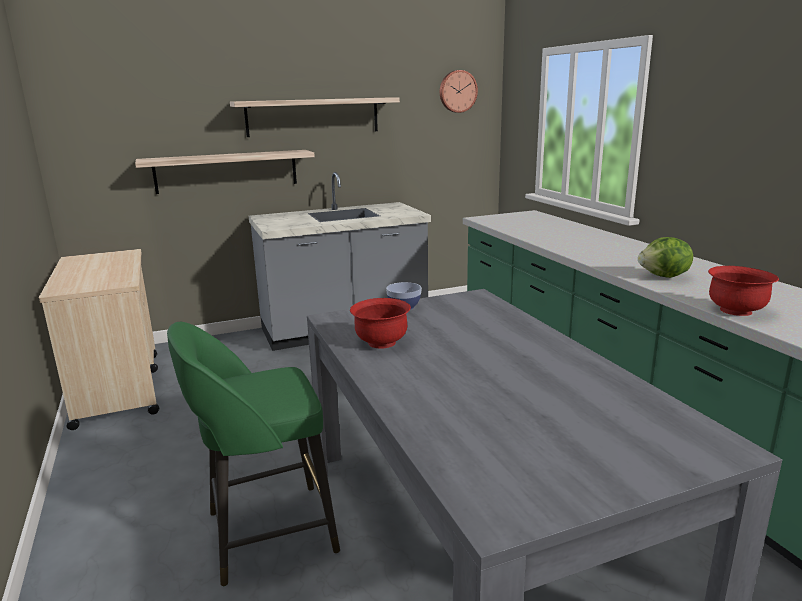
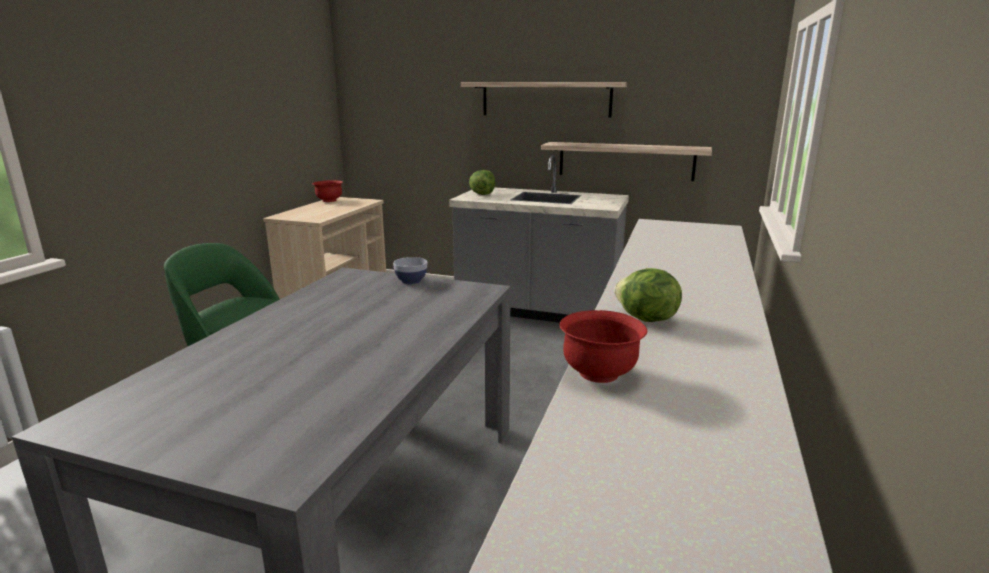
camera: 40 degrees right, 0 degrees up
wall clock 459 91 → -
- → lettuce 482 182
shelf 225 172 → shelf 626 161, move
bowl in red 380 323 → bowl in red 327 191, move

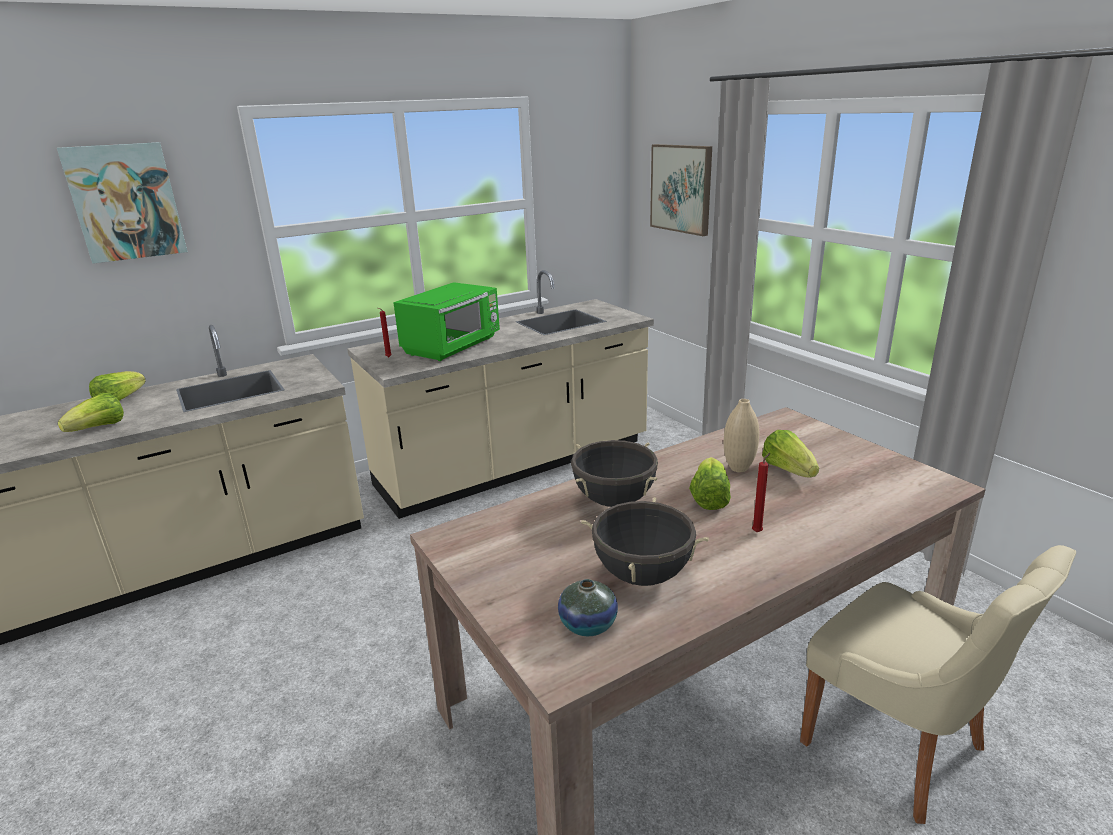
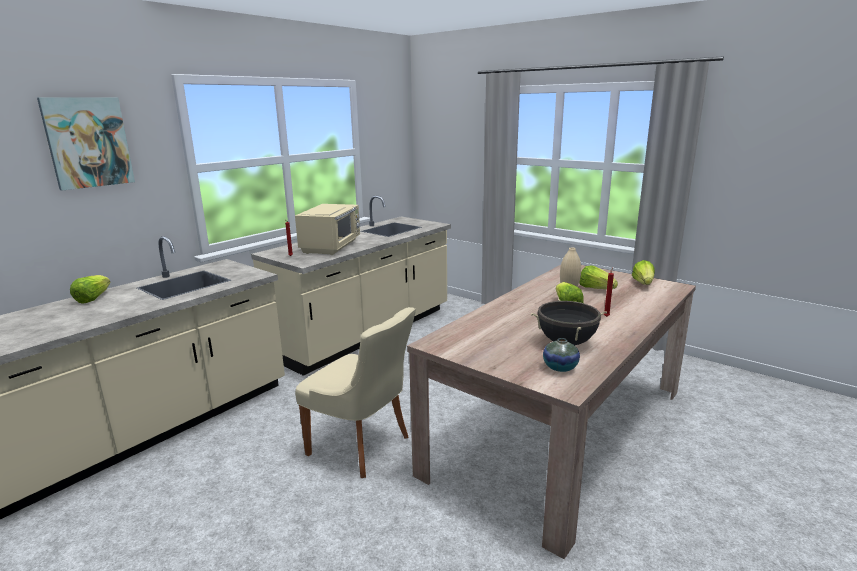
camera: 20 degrees left, 5 degrees down
cooking pot in black 614 473 → -
picture 681 190 → -
lettuce 91 412 → lettuce 643 272, move
chair in beige 938 684 → chair in beige 355 392, move
microwave in green 446 321 → microwave in beige 327 229

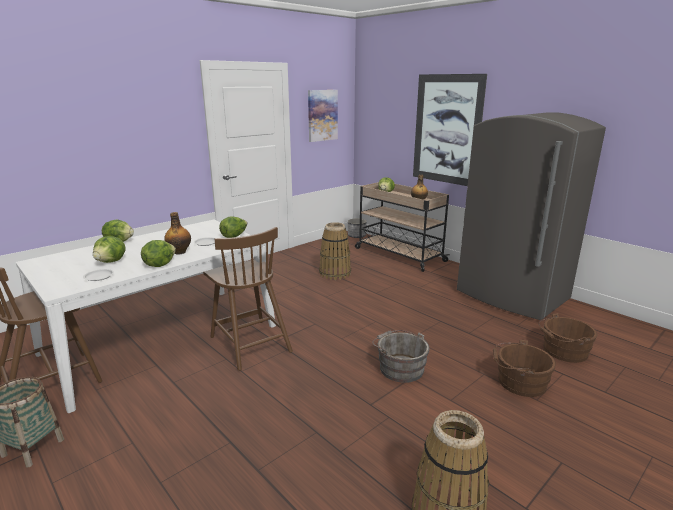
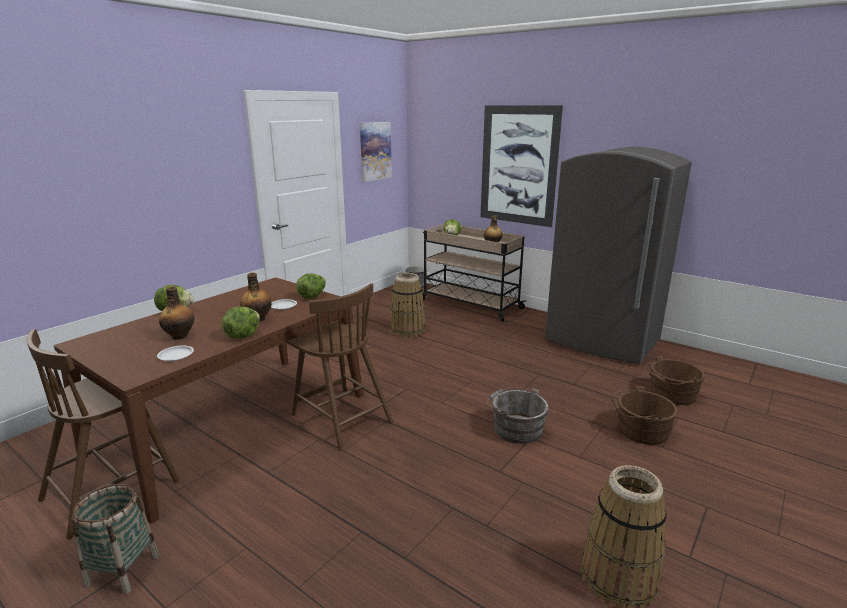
camera: 10 degrees left, 0 degrees up
lettuce 109 249 → bottle 176 313
dining table in white 146 316 → dining table in brown 208 400

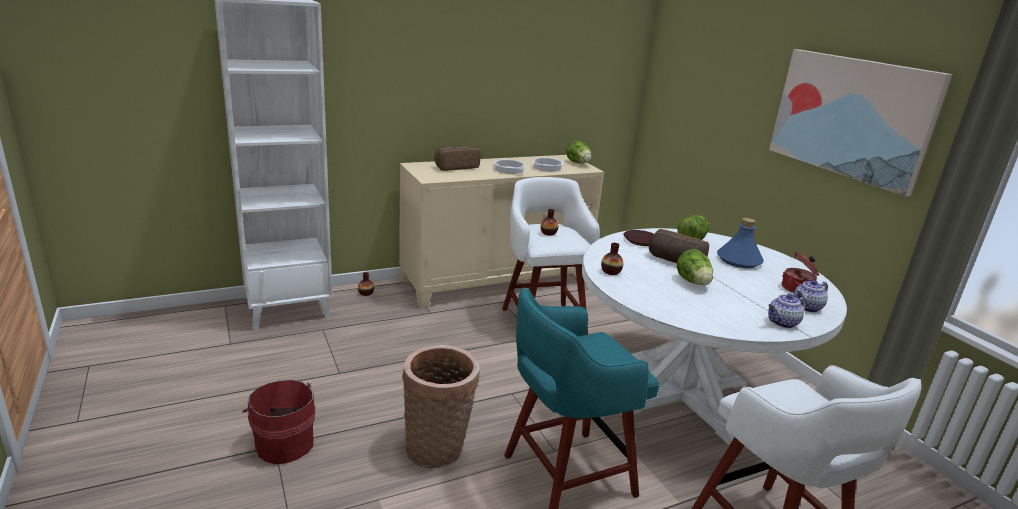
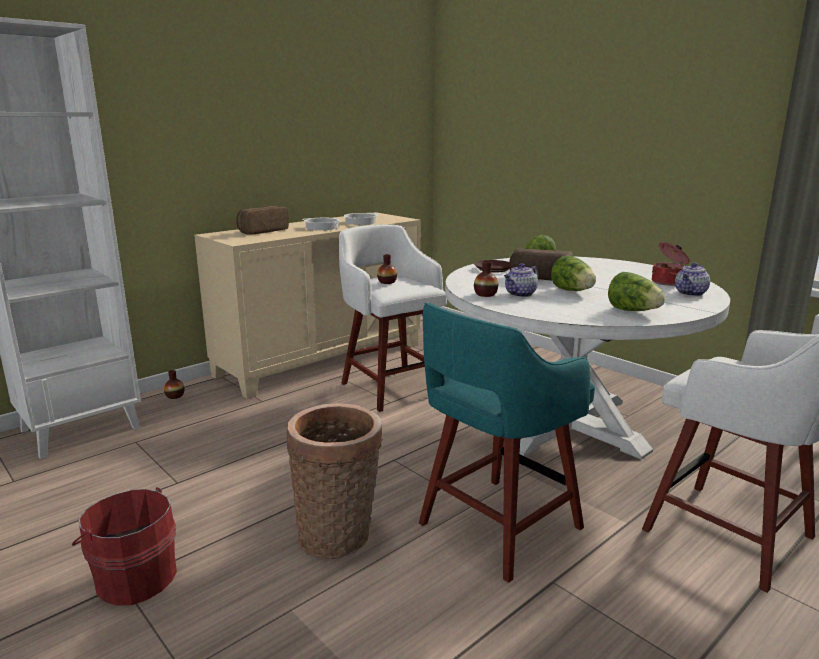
camera: 15 degrees left, 5 degrees down
bottle in blue 740 243 → -
picture 860 122 → -
lettuce 579 151 → lettuce 636 291, move
teapot 787 311 → teapot 521 280, move

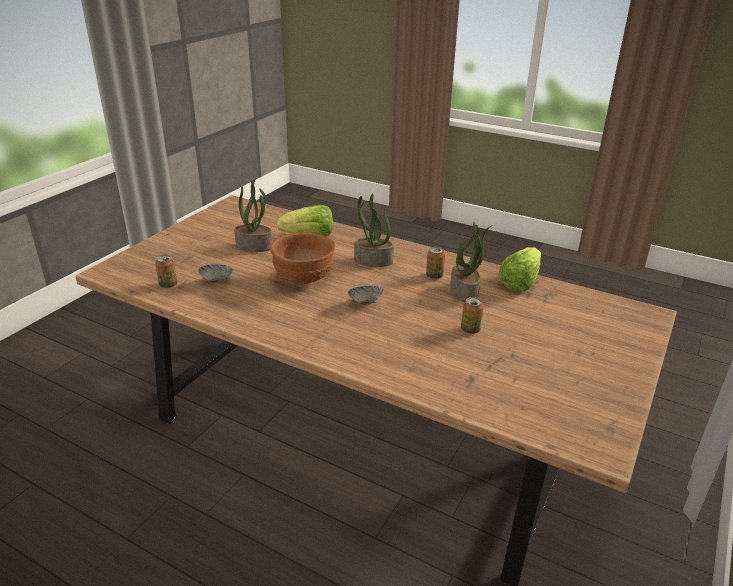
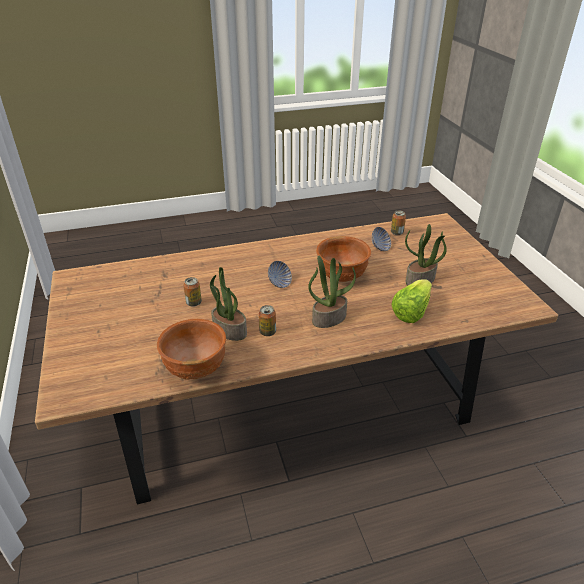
camera: 135 degrees right, 5 degrees up
lettuce 520 269 → bowl in brown 191 349

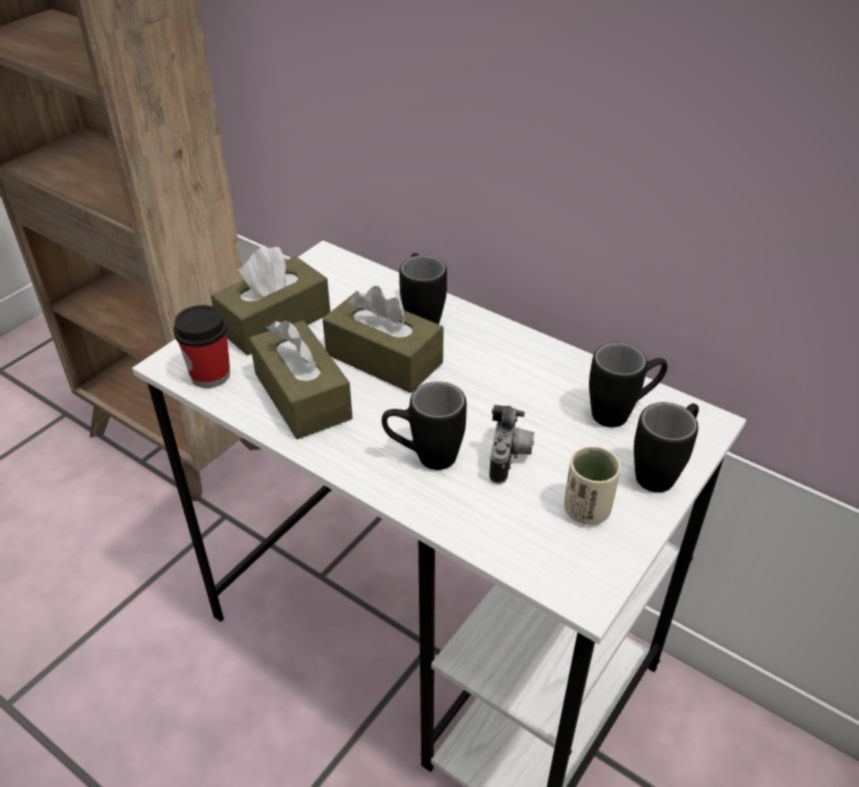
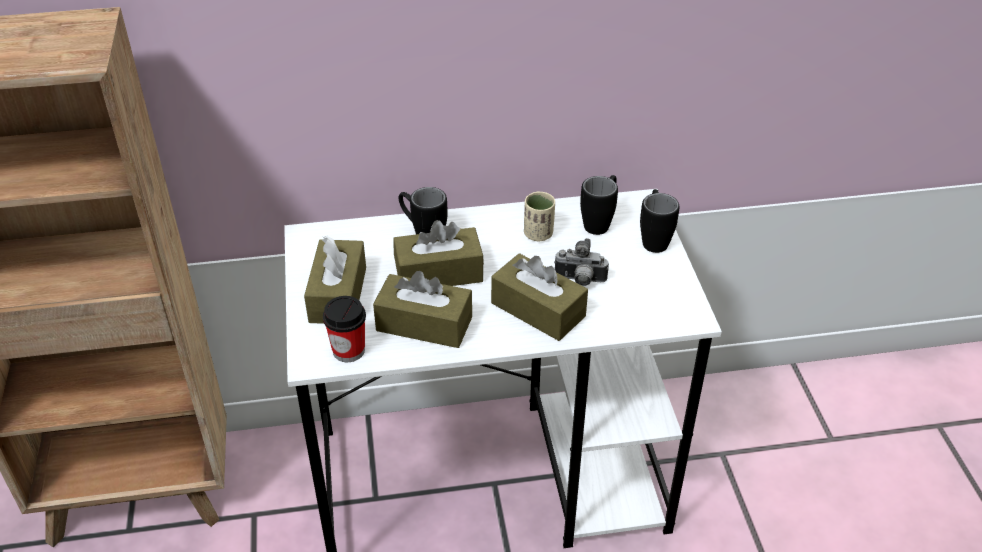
camera: 45 degrees left, 0 degrees up
cup in beige 592 485 → cup in beige 539 216, move
mug in black 424 426 → tissue box in brown 539 297
photo camera 511 444 → photo camera 581 262, 135 degrees clockwise

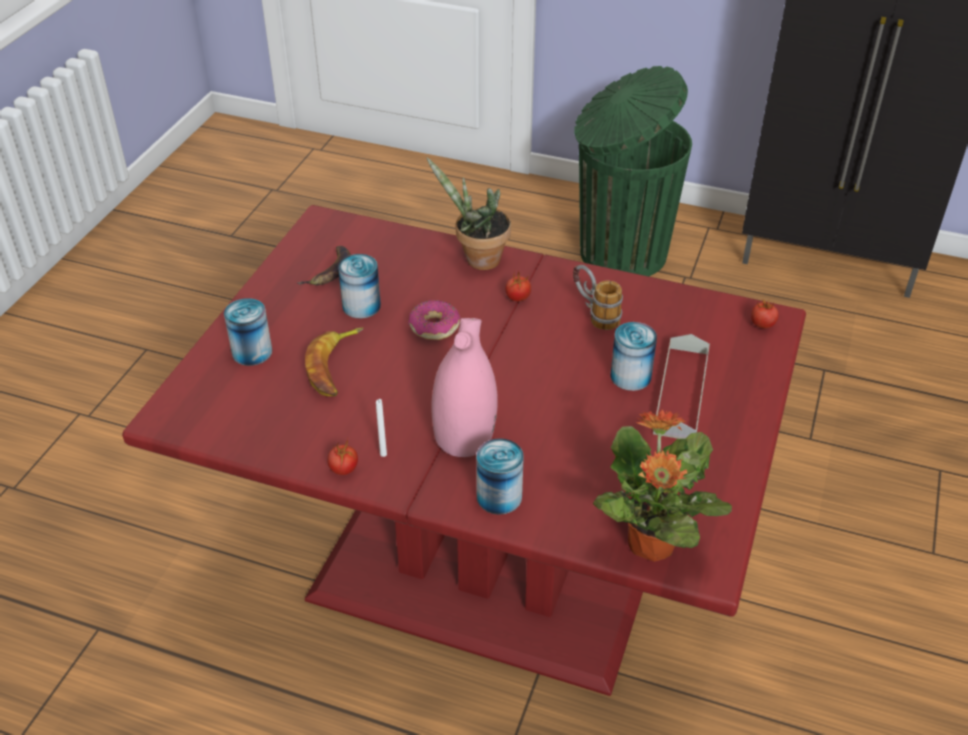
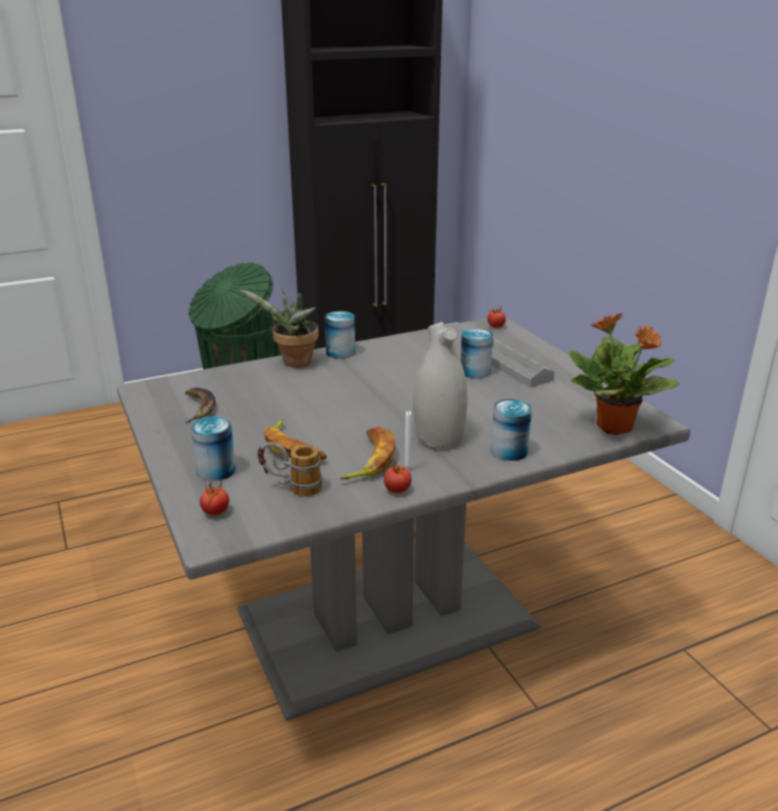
camera: 45 degrees left, 15 degrees down
donut 434 320 → -
- → banana 367 453
can 359 286 → can 340 335, move
tomato 518 285 → tomato 214 498, move
mug 598 297 → mug 289 469, move
dining table in red 464 450 → dining table in grey 404 519
vase in pink 464 387 → vase in white 440 385

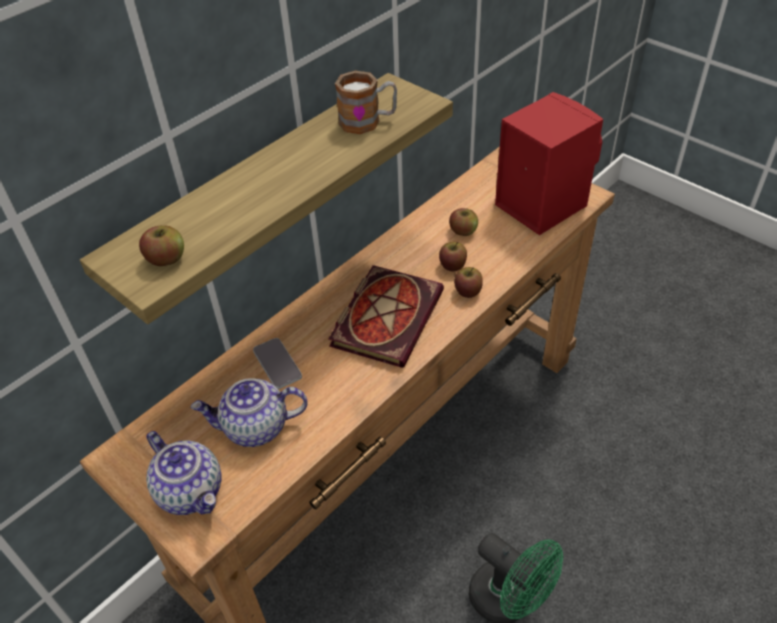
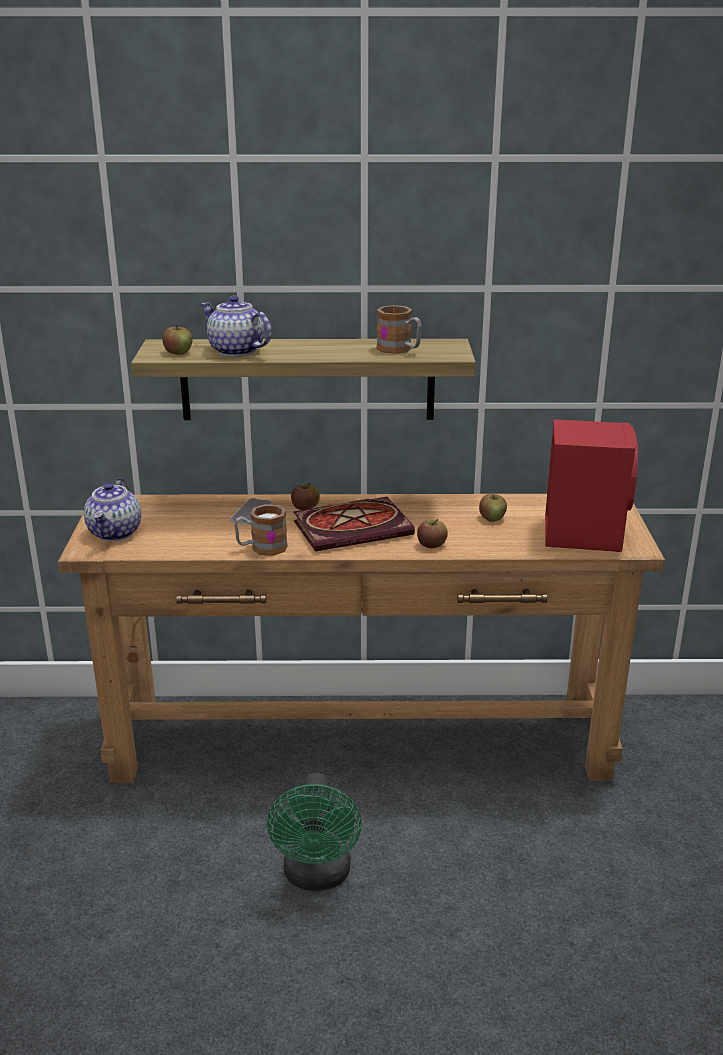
camera: 45 degrees right, 20 degrees down
- → mug 261 530
teapot 249 412 → teapot 236 326, move
apple 453 257 → apple 305 496, move

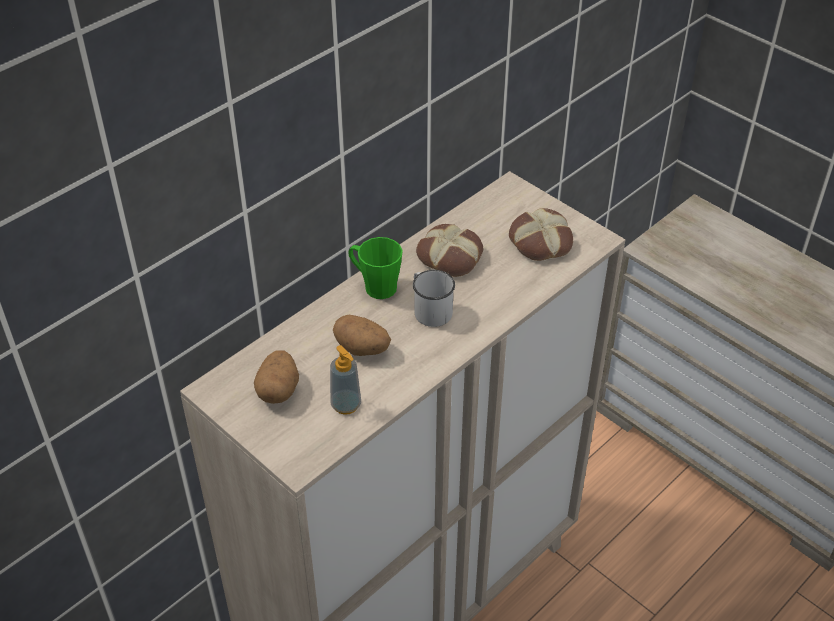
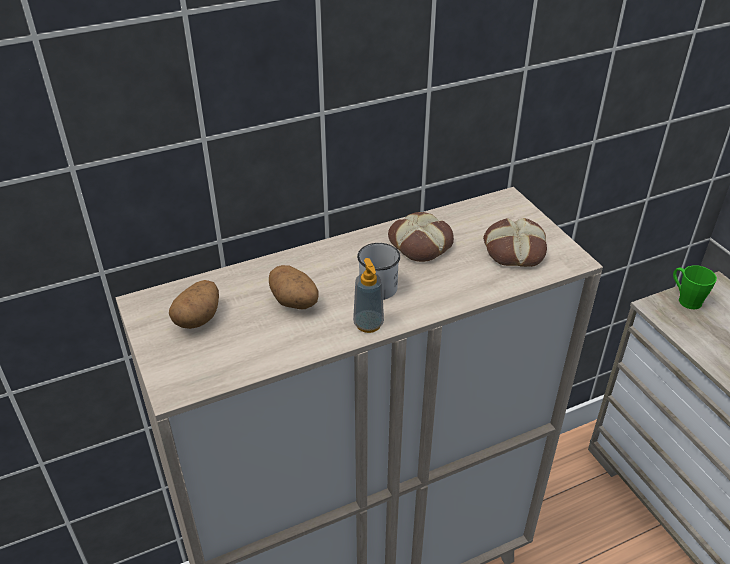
camera: 20 degrees right, 5 degrees down
soap dispenser 345 380 → soap dispenser 368 295, move
mug in green 375 268 → mug in green 695 287, move

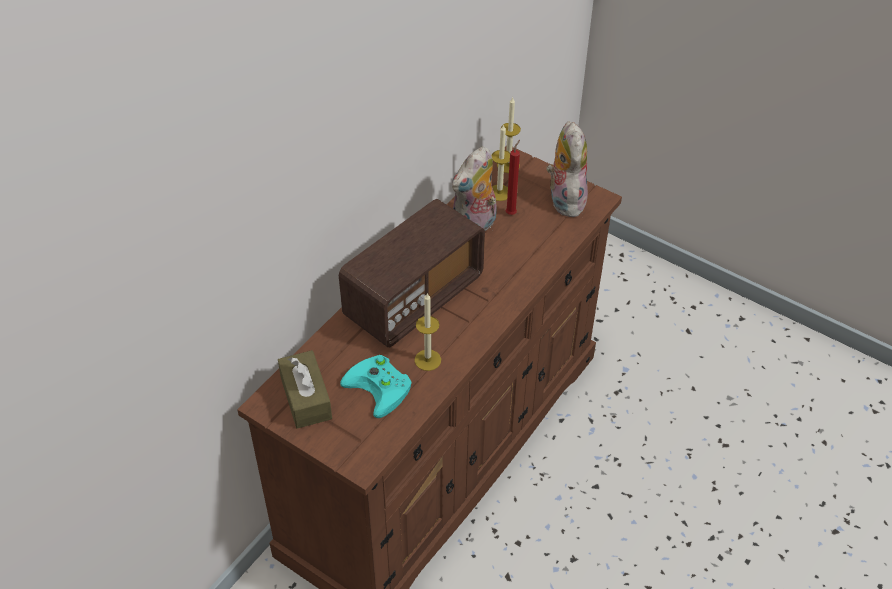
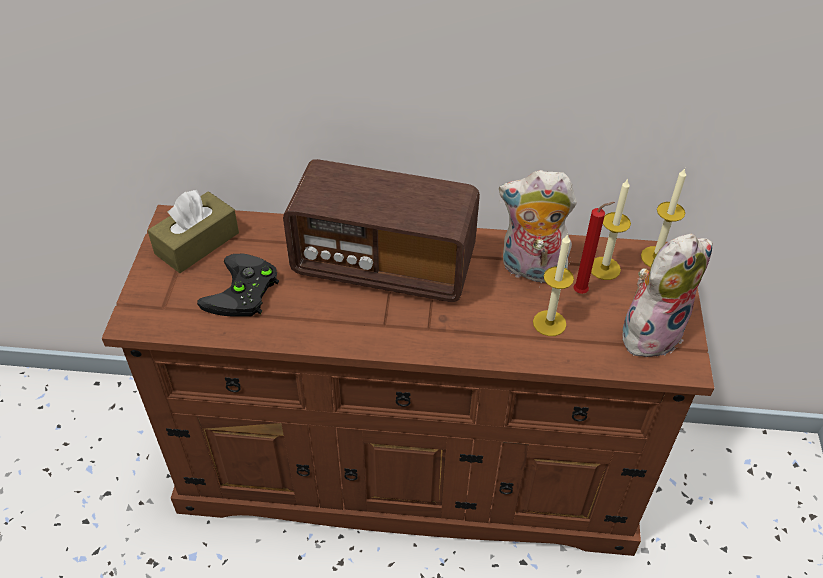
camera: 60 degrees right, 0 degrees up
candle 428 332 → candle 553 285, move
game controller in turquoise 376 386 → game controller in black 238 285

